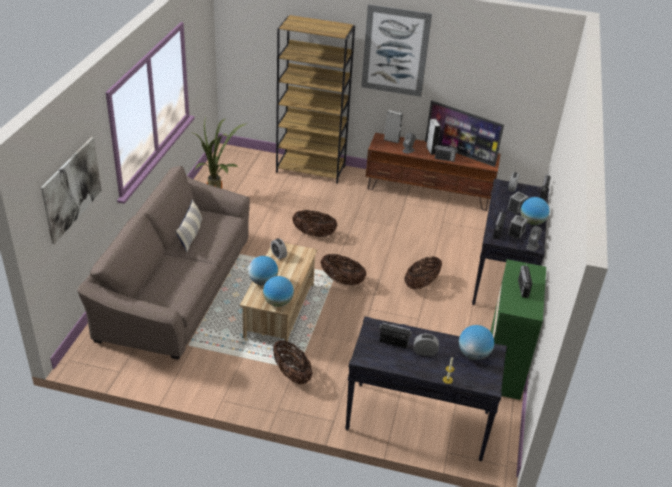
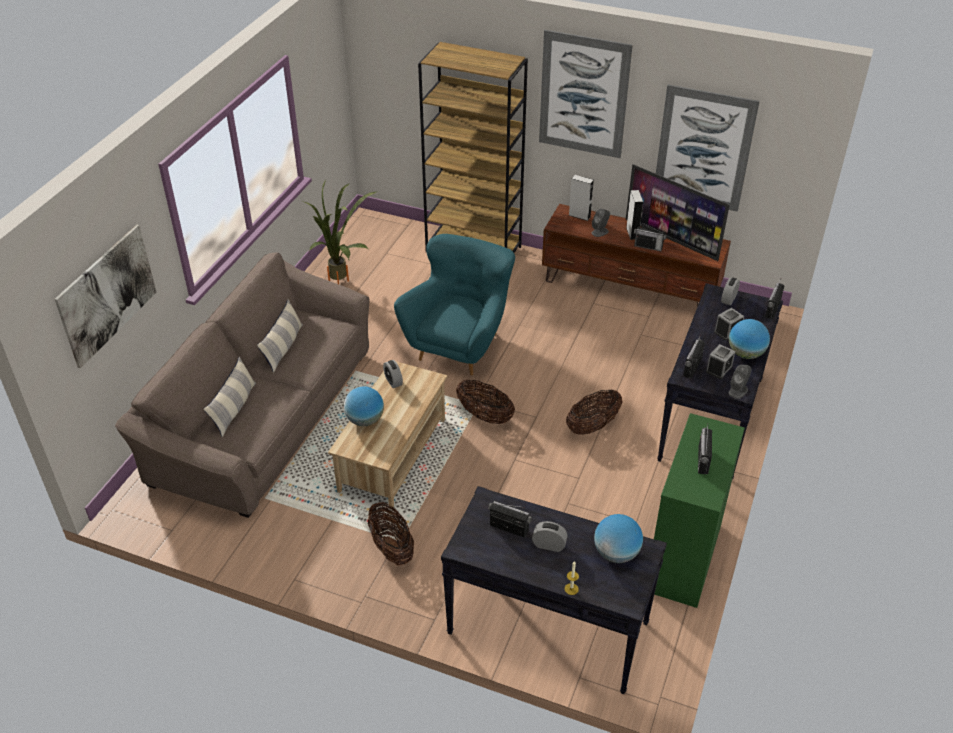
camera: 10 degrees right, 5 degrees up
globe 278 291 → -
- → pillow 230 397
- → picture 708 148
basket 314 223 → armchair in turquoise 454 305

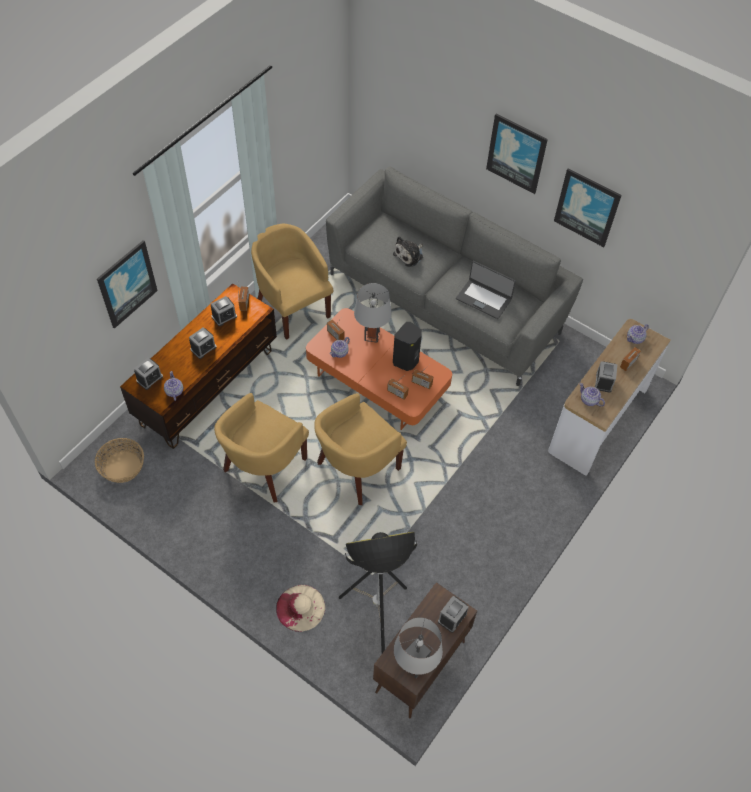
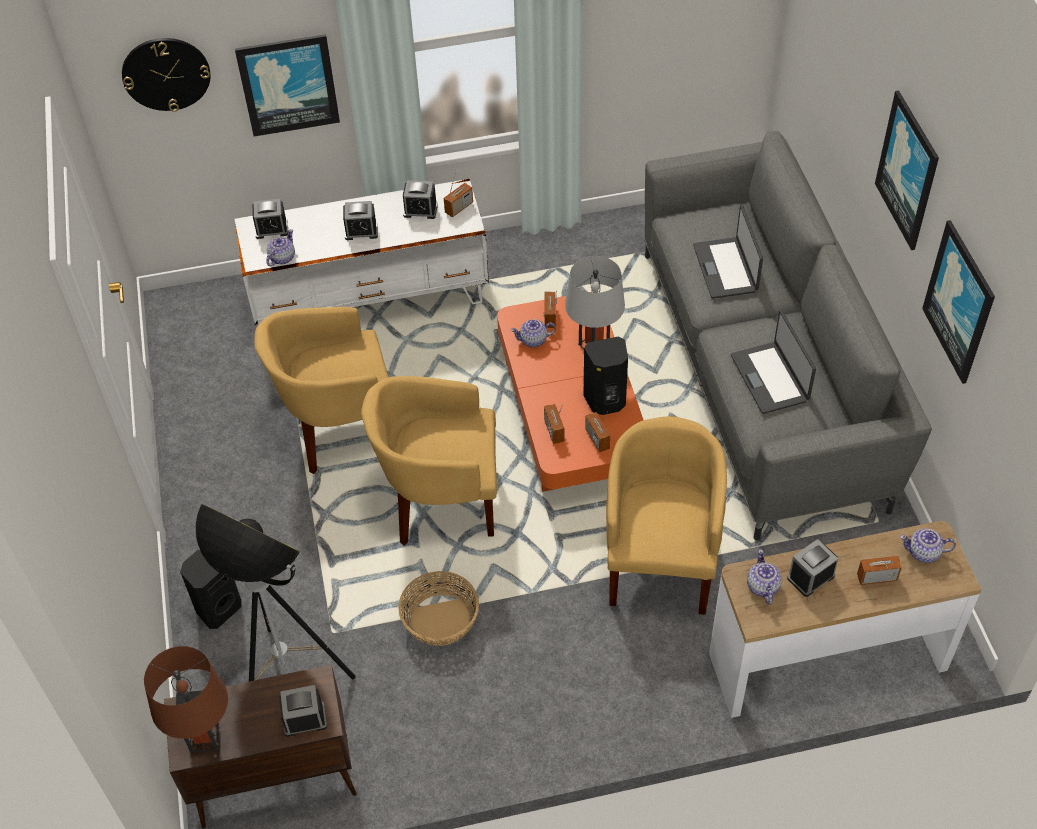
camera: 45 degrees right, 5 degrees down
- → wall clock 166 75
basket 119 460 → basket 438 608, move
armchair in yellow 292 282 → armchair in yellow 666 515, move
hat in beige 300 608 → speaker in black 211 589
plush toy 408 251 → laptop 728 252
tv stand in brown 198 366 → tv stand in white 362 252
table lamp in grey 418 647 → table lamp in brown 186 699

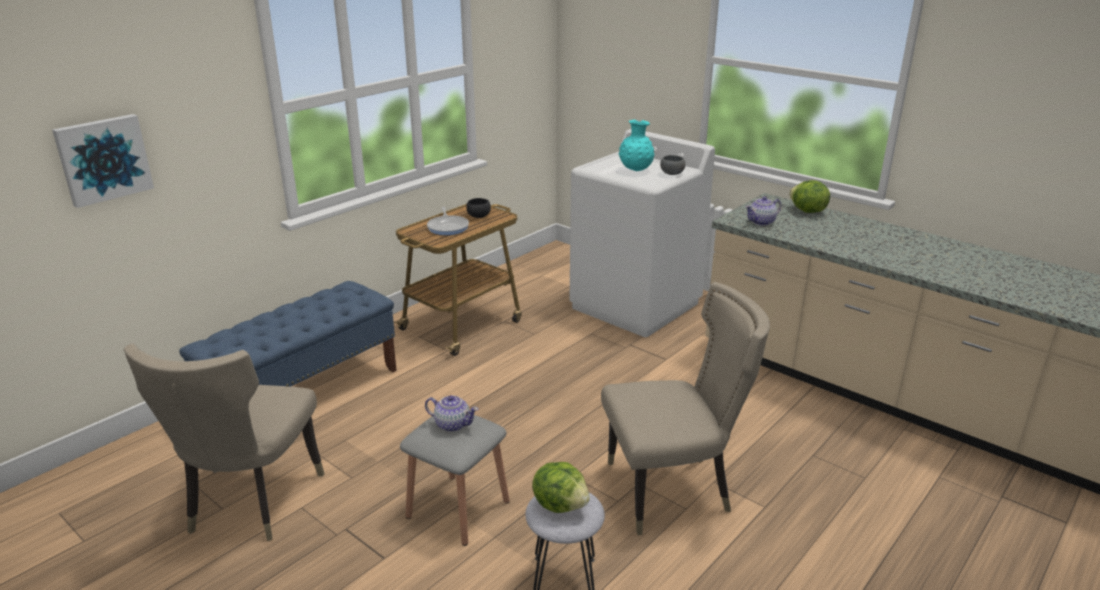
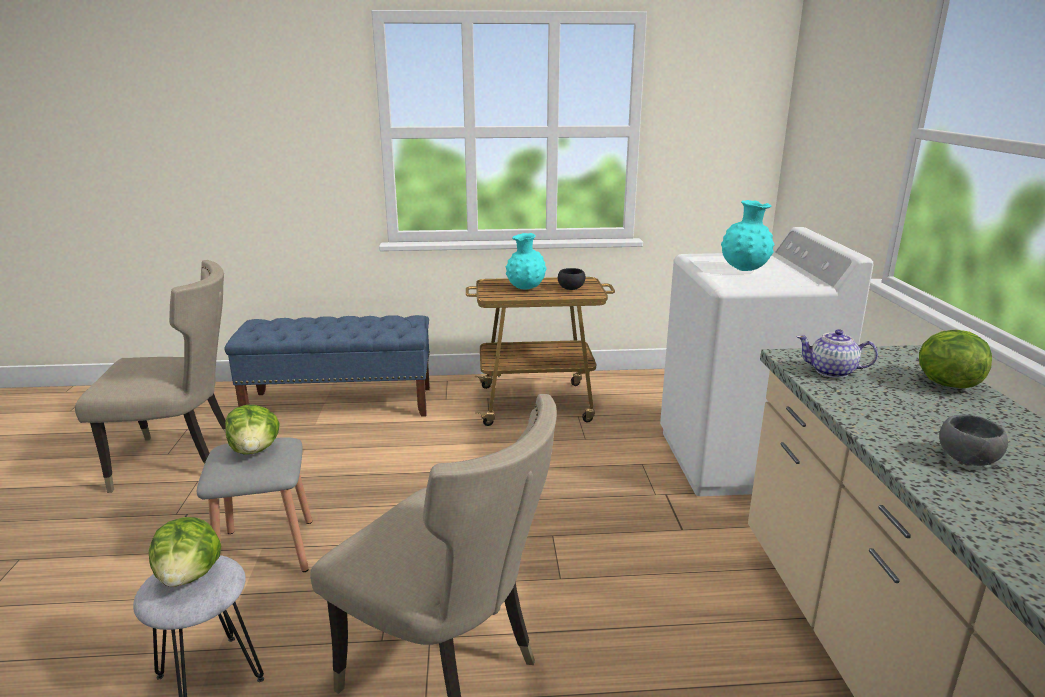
camera: 45 degrees right, 5 degrees down
picture 103 161 → -
bowl in grey 672 165 → bowl in grey 973 440, move
teapot 451 413 → lettuce 252 429
frying pan 448 221 → vase in turquoise 526 261
chair in beige 224 442 → chair in beige 150 376, 150 degrees counterclockwise

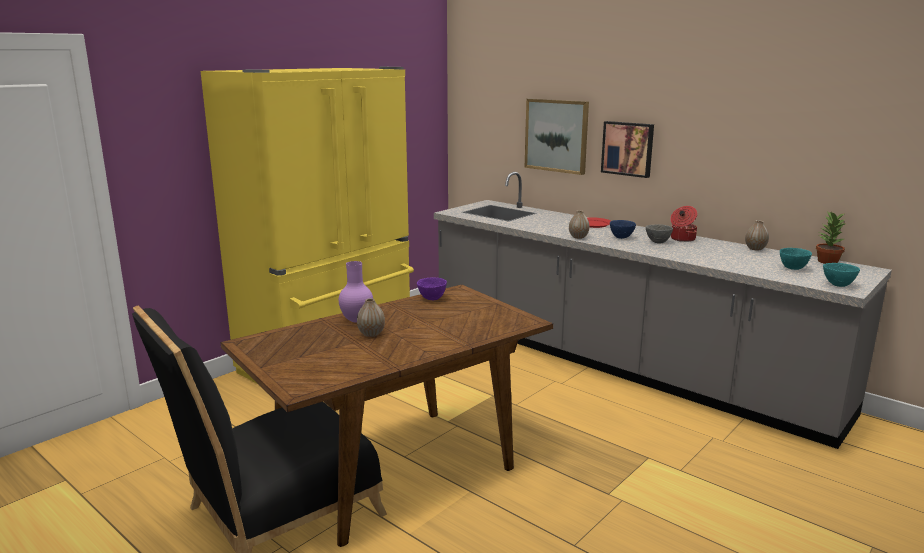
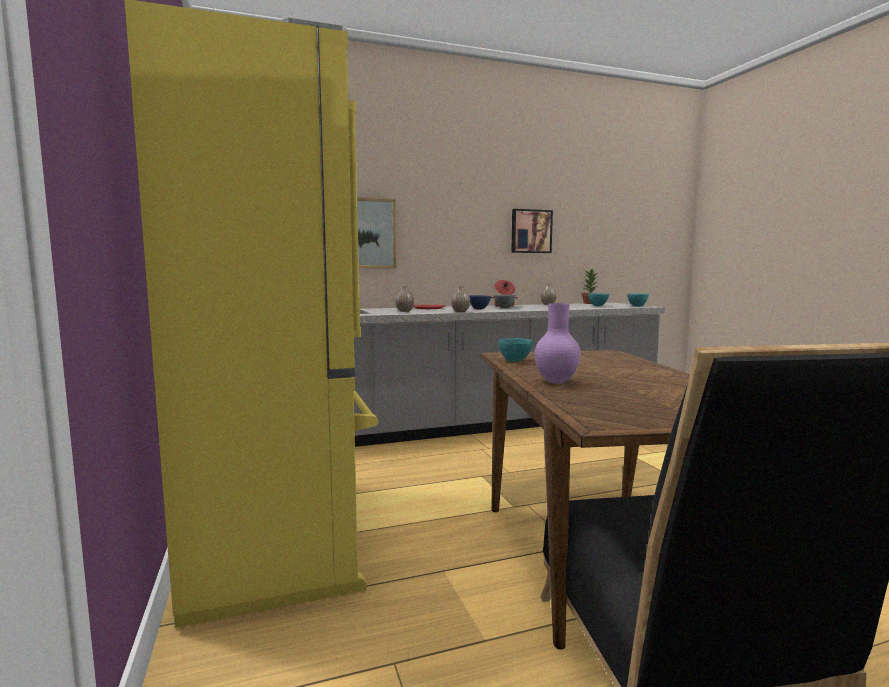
camera: 60 degrees left, 10 degrees down
vase 371 317 → vase 404 299, move
picture 627 149 → picture 532 231, move
bowl in purple 432 288 → bowl in turquoise 515 350

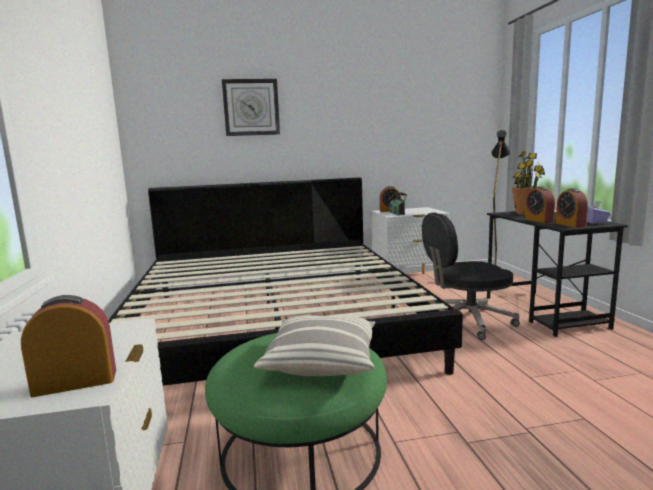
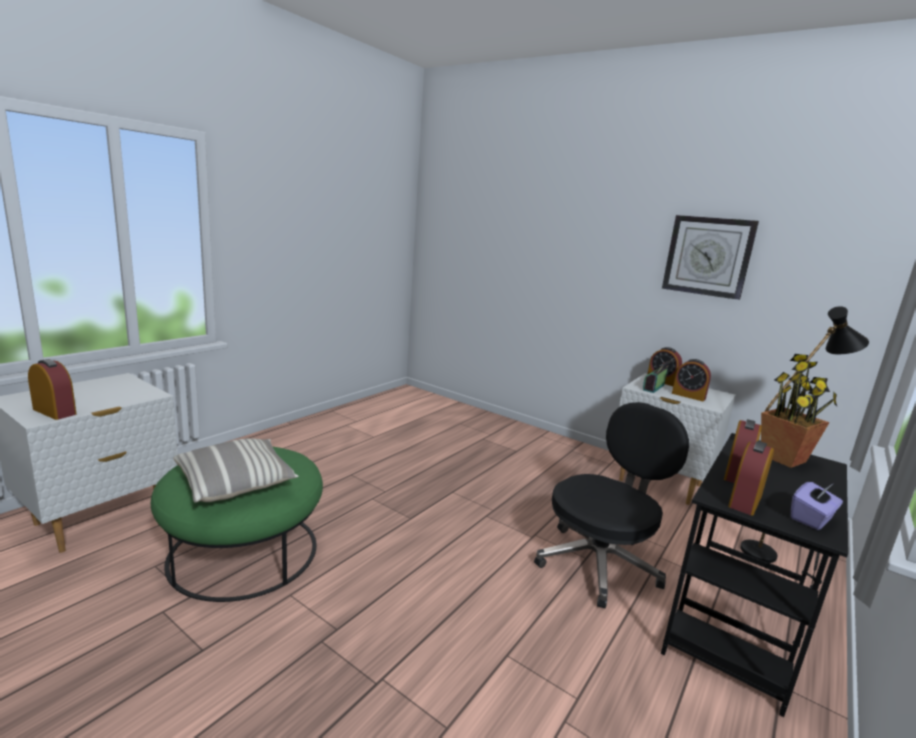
camera: 45 degrees right, 5 degrees up
bed 285 281 → -
- → alarm clock 691 380
wall clock 251 107 → wall clock 710 257, move
office chair in black 471 276 → office chair in black 611 505, 105 degrees clockwise

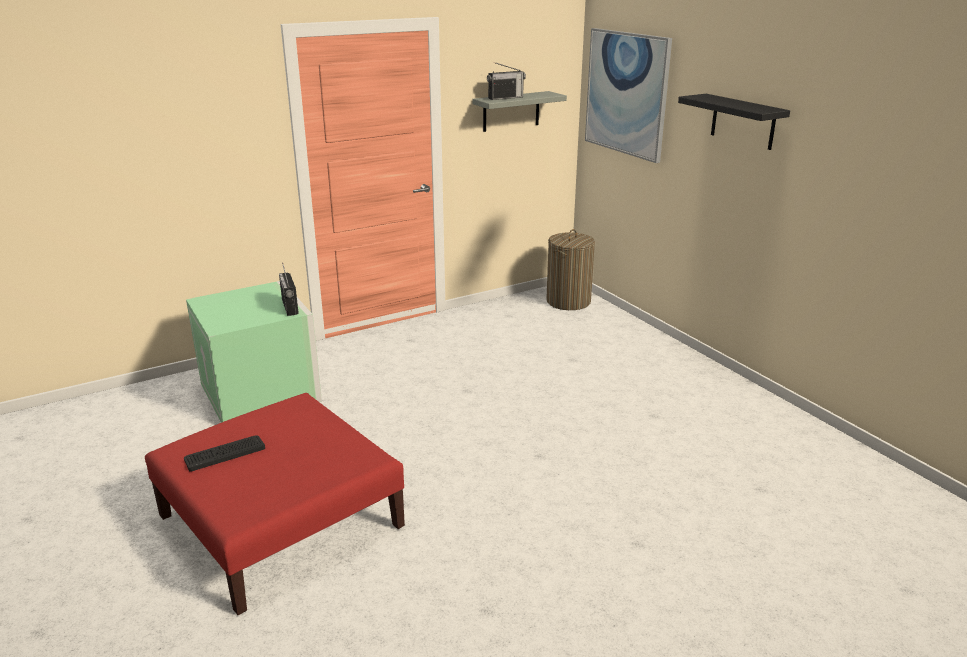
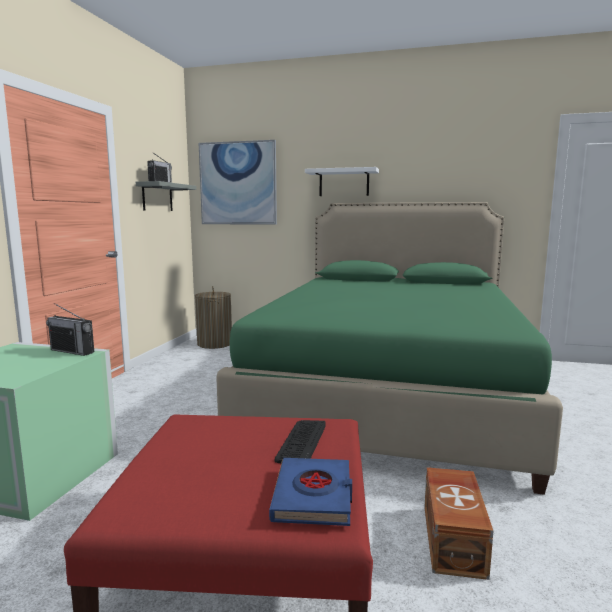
camera: 45 degrees left, 15 degrees down
- → bed in green 389 348
- → book in blue 310 492
- → storage box in brown 458 523
keyboard 224 453 → keyboard 300 441, move
shelf in black 734 122 → shelf in white 342 181

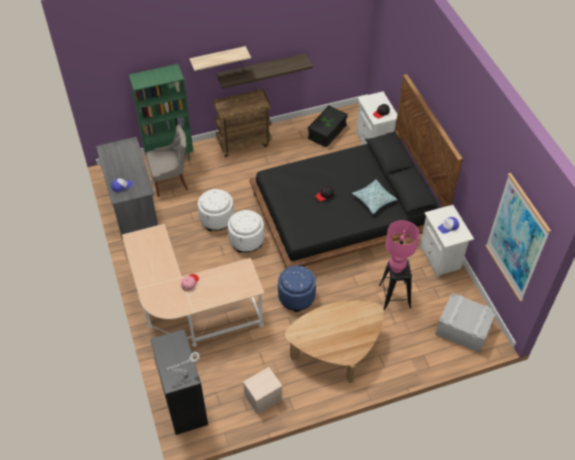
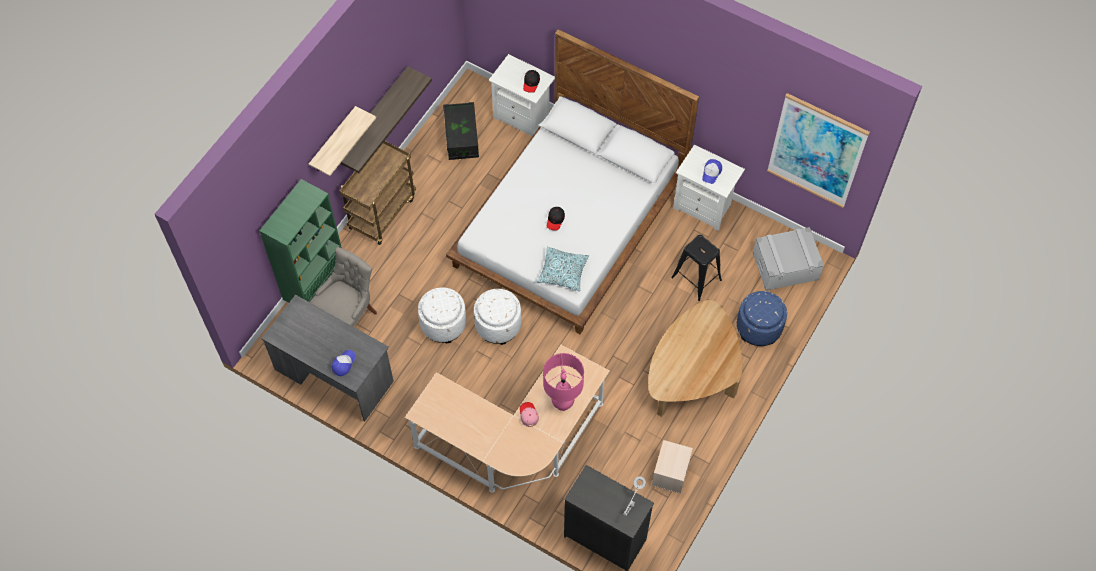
camera: 40 degrees left, 10 degrees up
ottoman in blue 297 289 → ottoman in blue 762 318, move
pillow 375 197 → pillow 563 269, move
table lamp in pink 402 246 → table lamp in pink 563 382, move
bed in black 356 171 → bed in white 572 181

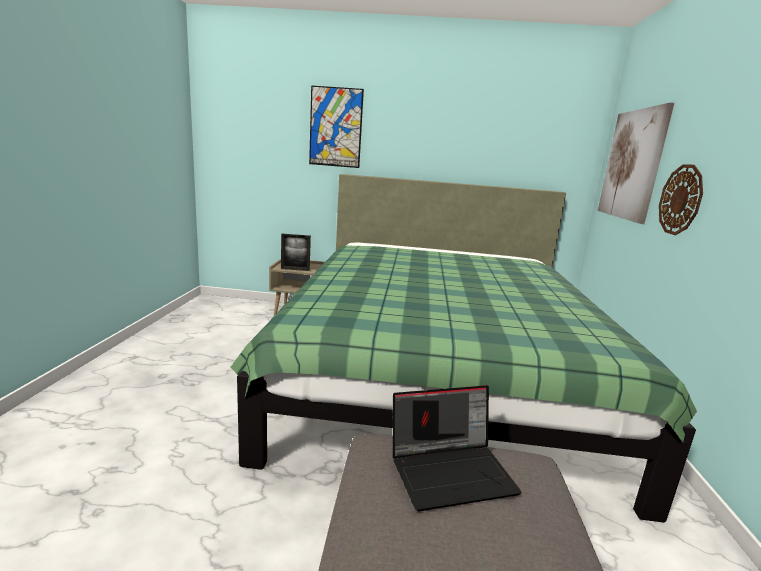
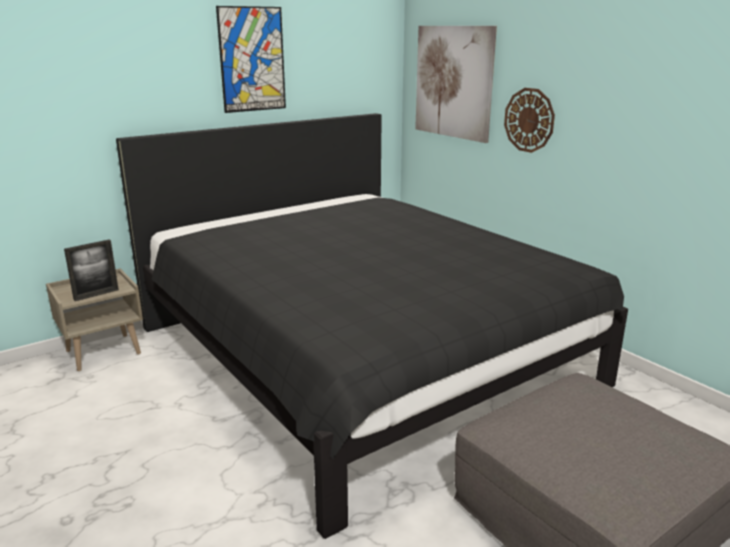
camera: 40 degrees left, 5 degrees up
laptop 457 448 → -
picture 336 126 → picture 251 59, move
bed in green 464 348 → bed in black 372 326

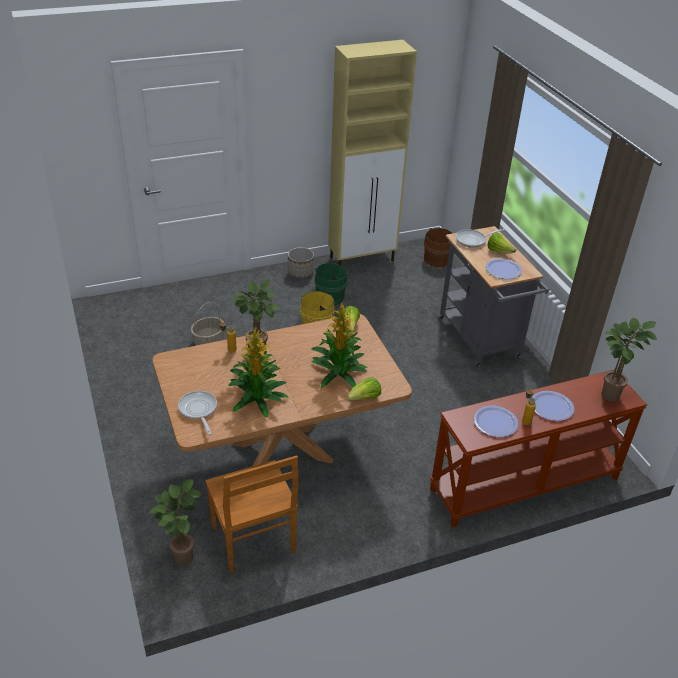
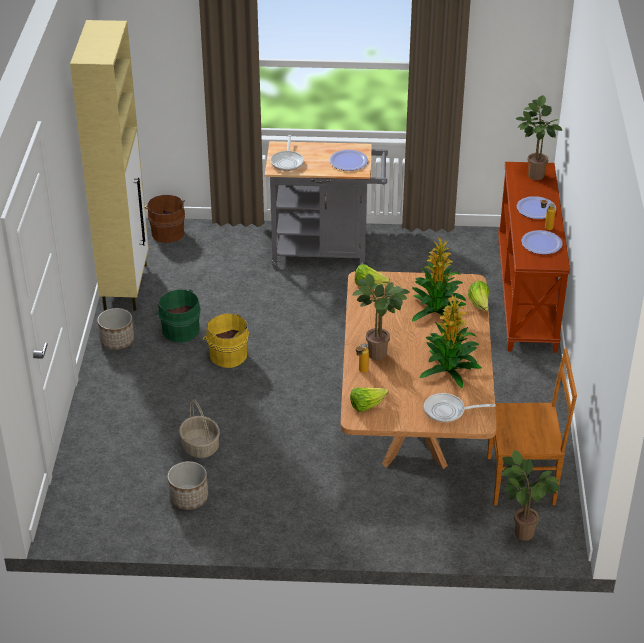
camera: 65 degrees left, 0 degrees up
- → planter 188 485
lettuce 502 243 → lettuce 369 400, move

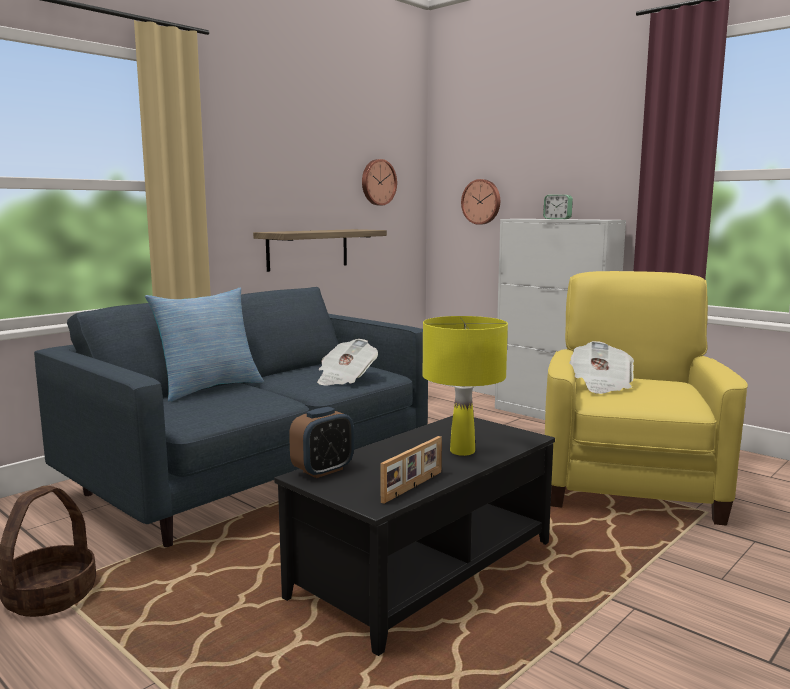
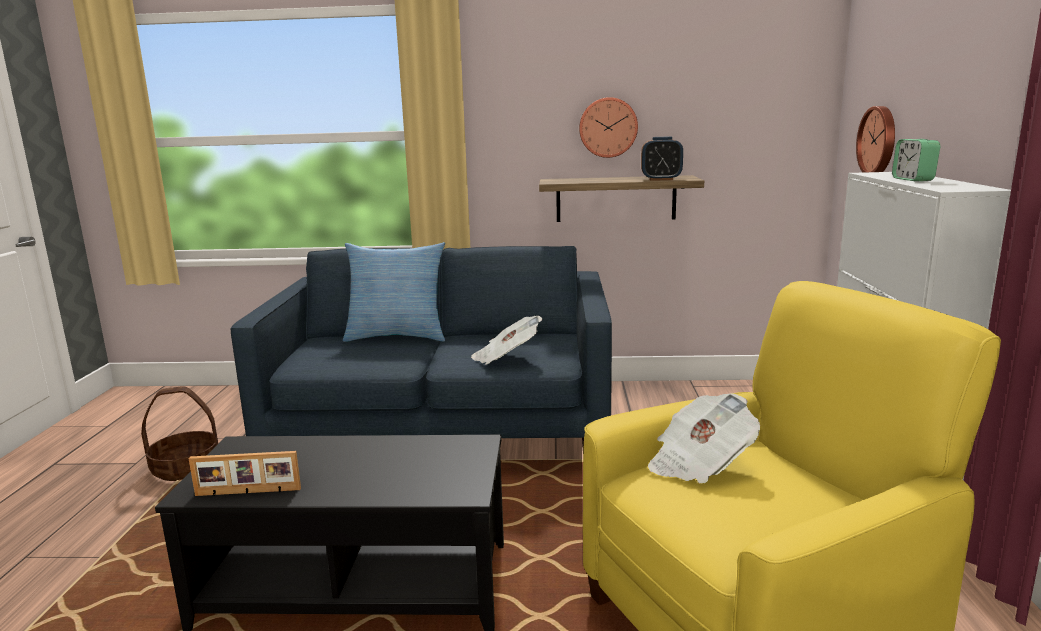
camera: 50 degrees right, 5 degrees up
table lamp in yellow 465 386 → -
alarm clock 321 442 → alarm clock 662 159, move
wall clock 379 182 → wall clock 608 127, move

